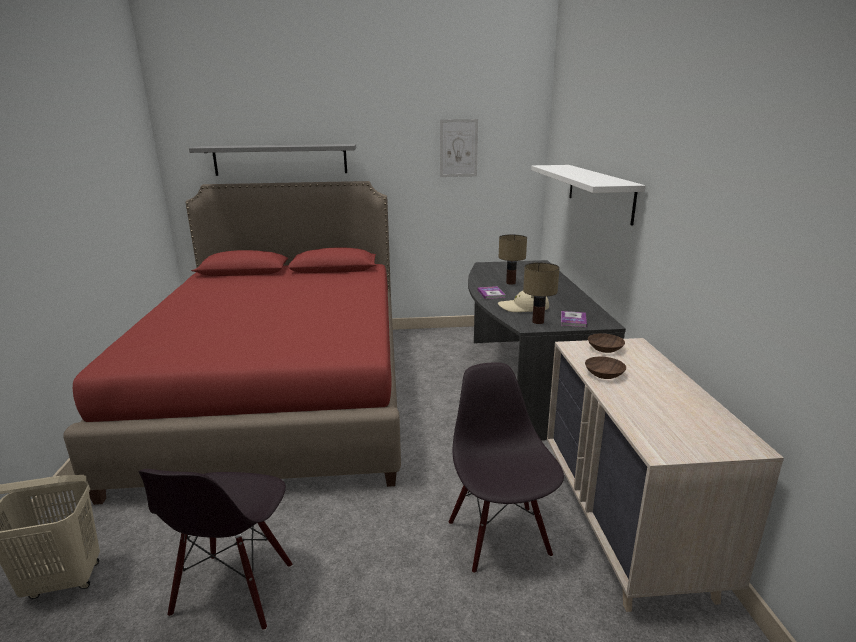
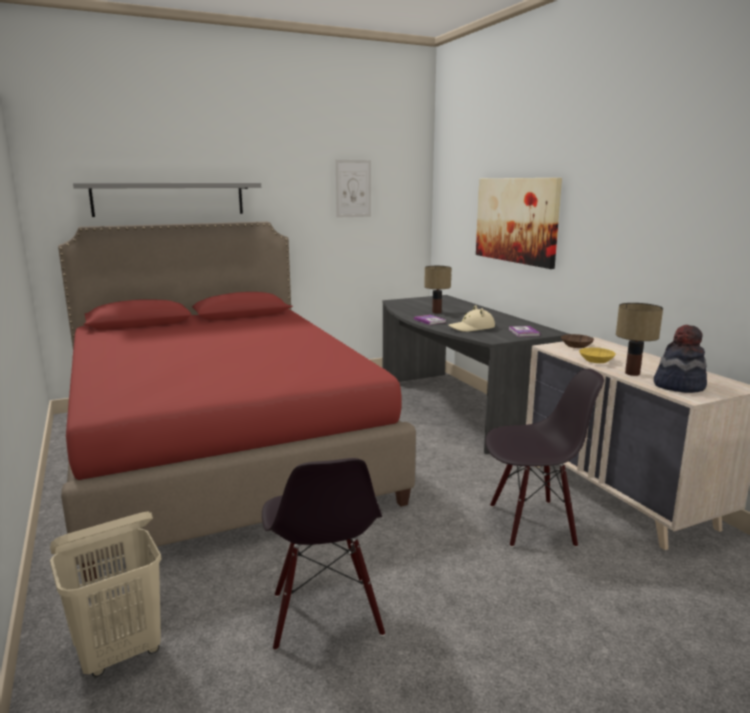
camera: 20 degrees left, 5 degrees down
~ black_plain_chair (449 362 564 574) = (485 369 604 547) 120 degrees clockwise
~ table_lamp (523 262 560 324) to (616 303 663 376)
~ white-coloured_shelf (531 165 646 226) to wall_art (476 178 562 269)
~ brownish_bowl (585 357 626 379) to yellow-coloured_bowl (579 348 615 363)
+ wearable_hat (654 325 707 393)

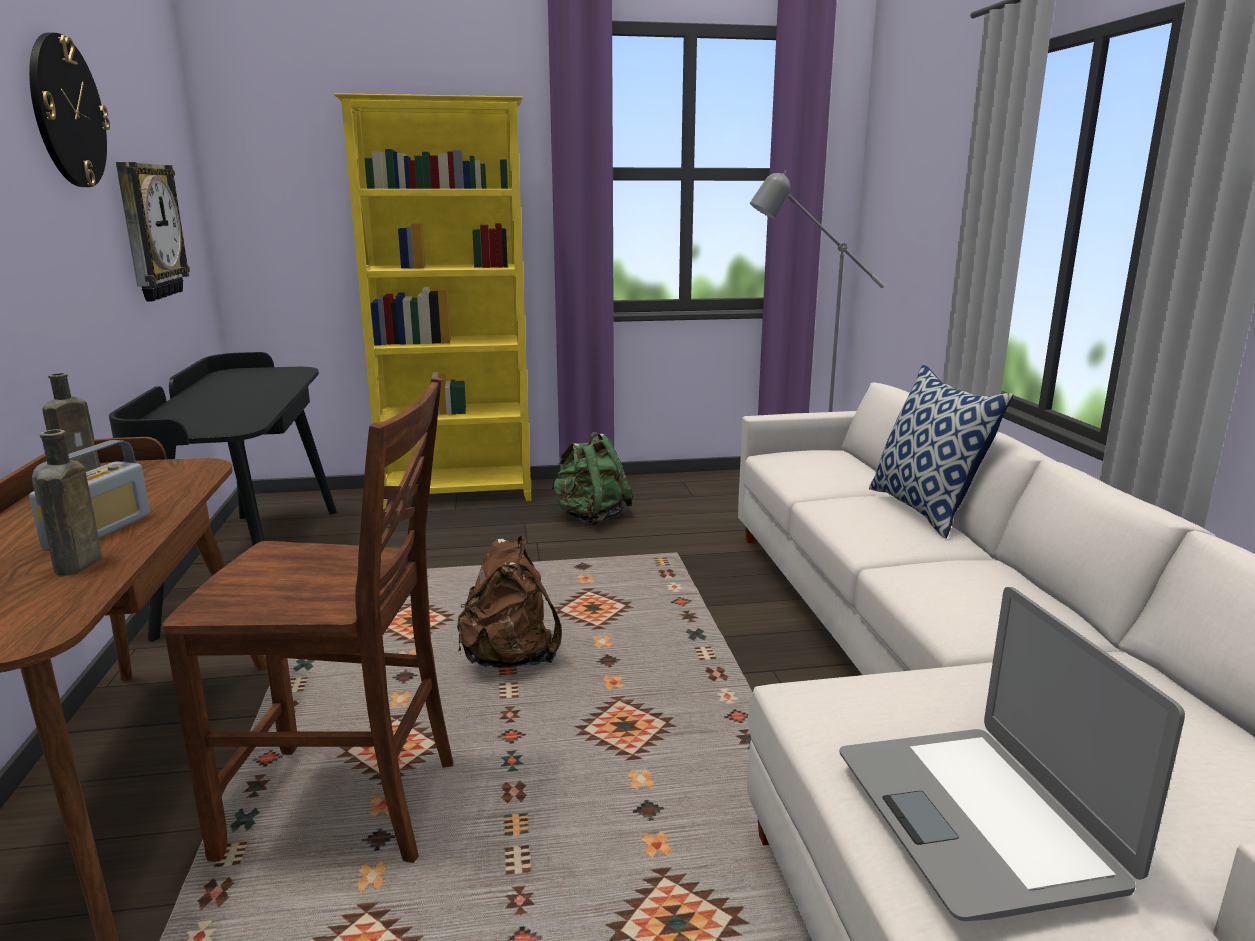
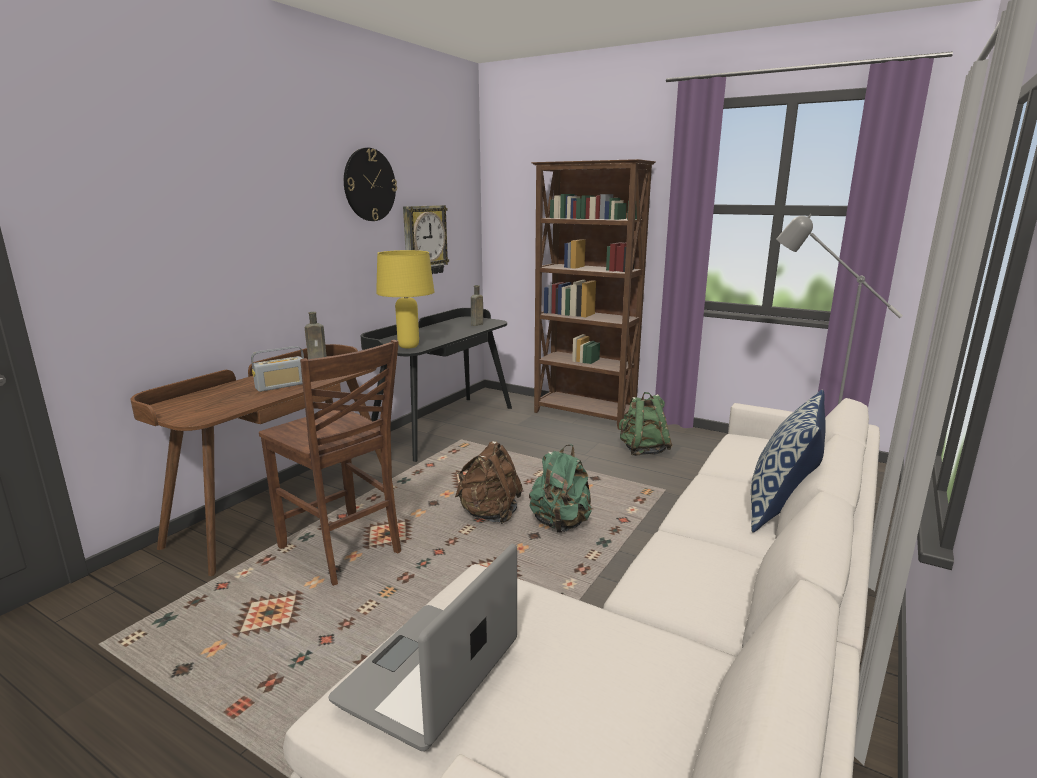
camera: 40 degrees right, 0 degrees up
~ brownish_drink_bottle (35 429 102 575) to (471 285 483 326)
~ yellow-coloured_bookcase (333 93 531 509) to brownish_bookcase (531 159 656 430)
+ yellow-coloured_table_lamp (376 250 434 348)
+ green-coloured_backpack (529 444 592 533)

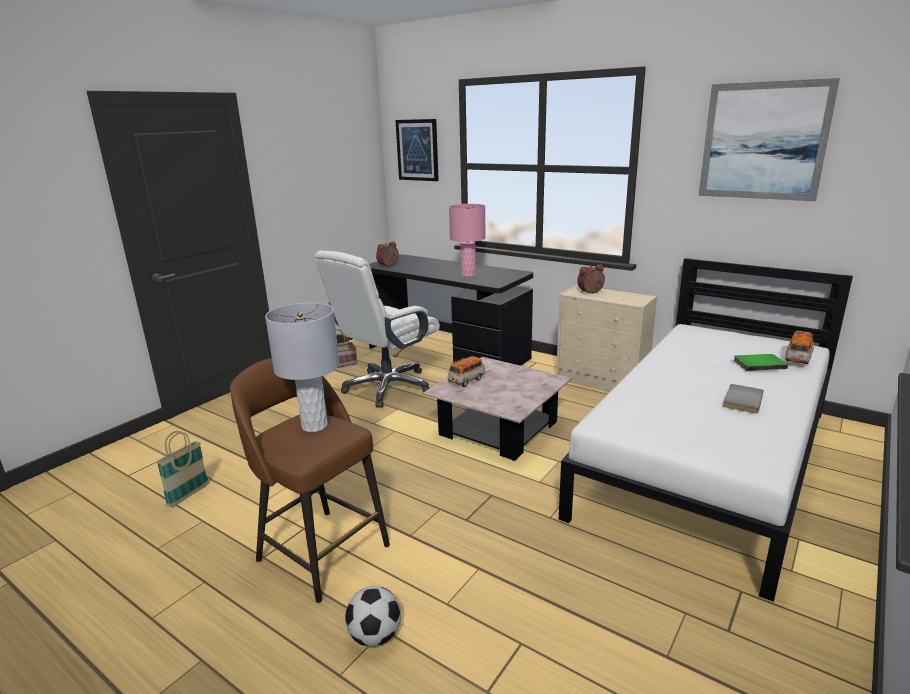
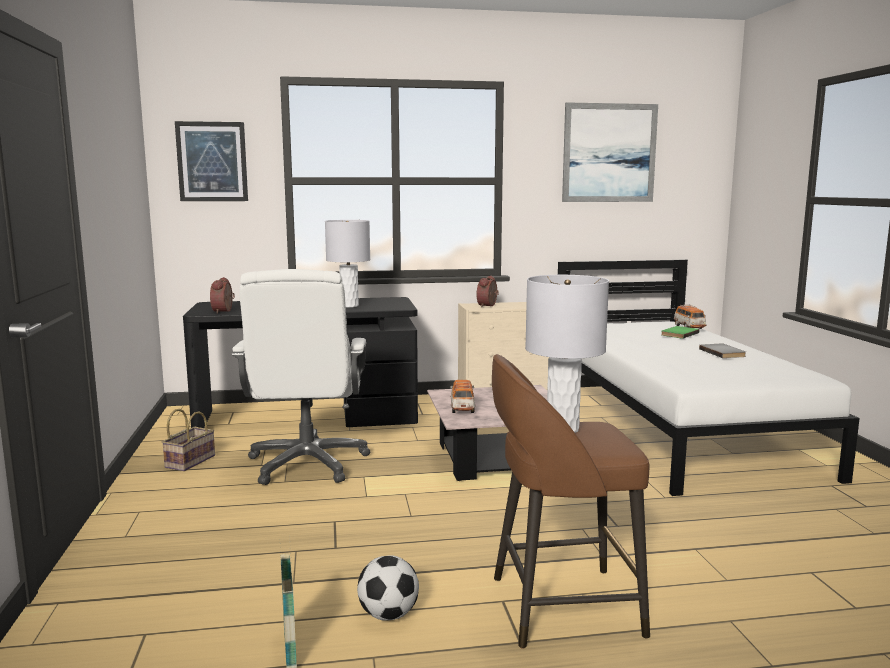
camera: 45 degrees left, 10 degrees down
~ ball_for_football (345 586 401 647) to (357 555 419 621)
~ pink_table_lamp (449 204 486 277) to grey_table_lamp (325 220 370 307)

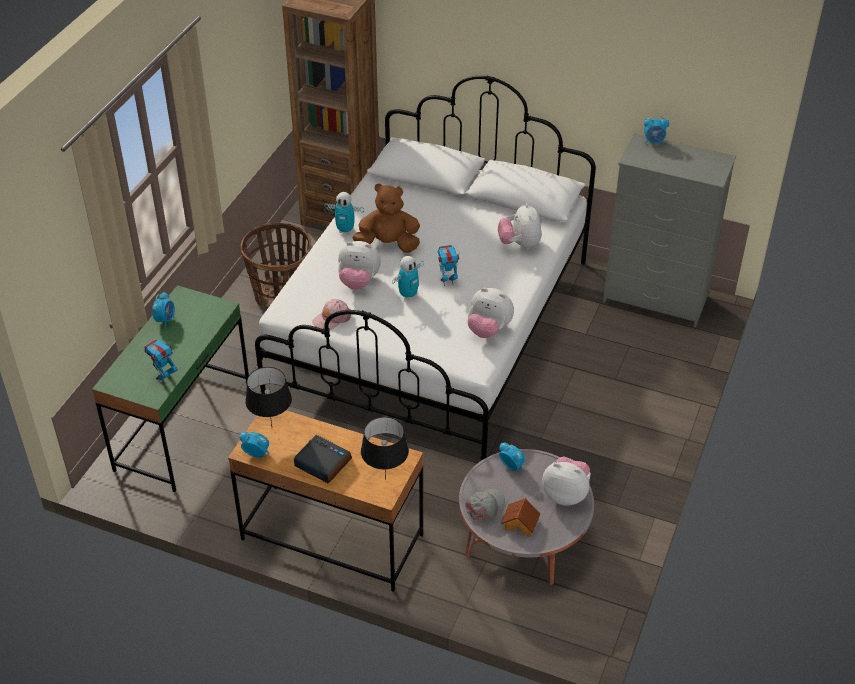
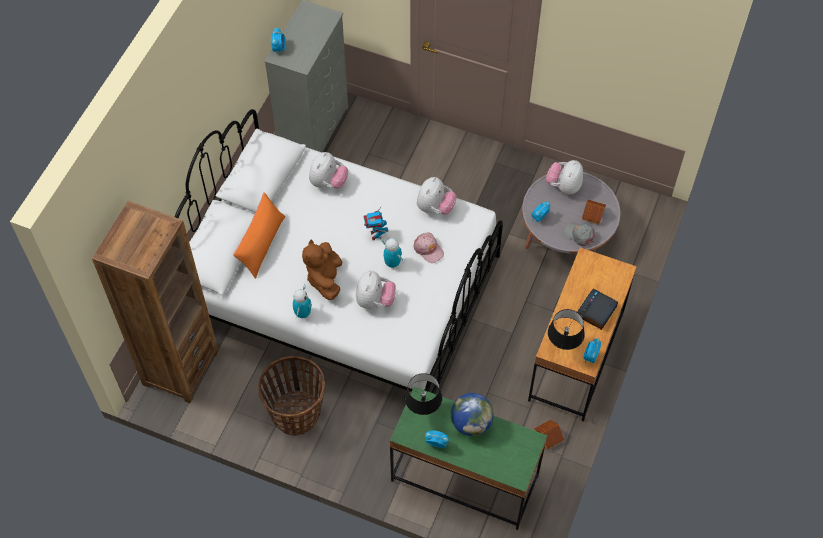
camera: 90 degrees left, 15 degrees up
- robot_figure (145 339 178 383)
~ pink_cap (312 299 351 330) to (413 232 444 263)
~ black_table_lamp (361 417 409 480) to (405 373 442 415)
~ cuddly_toy (498 203 542 249) = (309 152 348 189) 60 degrees counterclockwise
+ orangey_throw_pillow (233 192 285 279)
+ desk_globe (451 393 494 436)
+ toy_house (534 420 564 449)

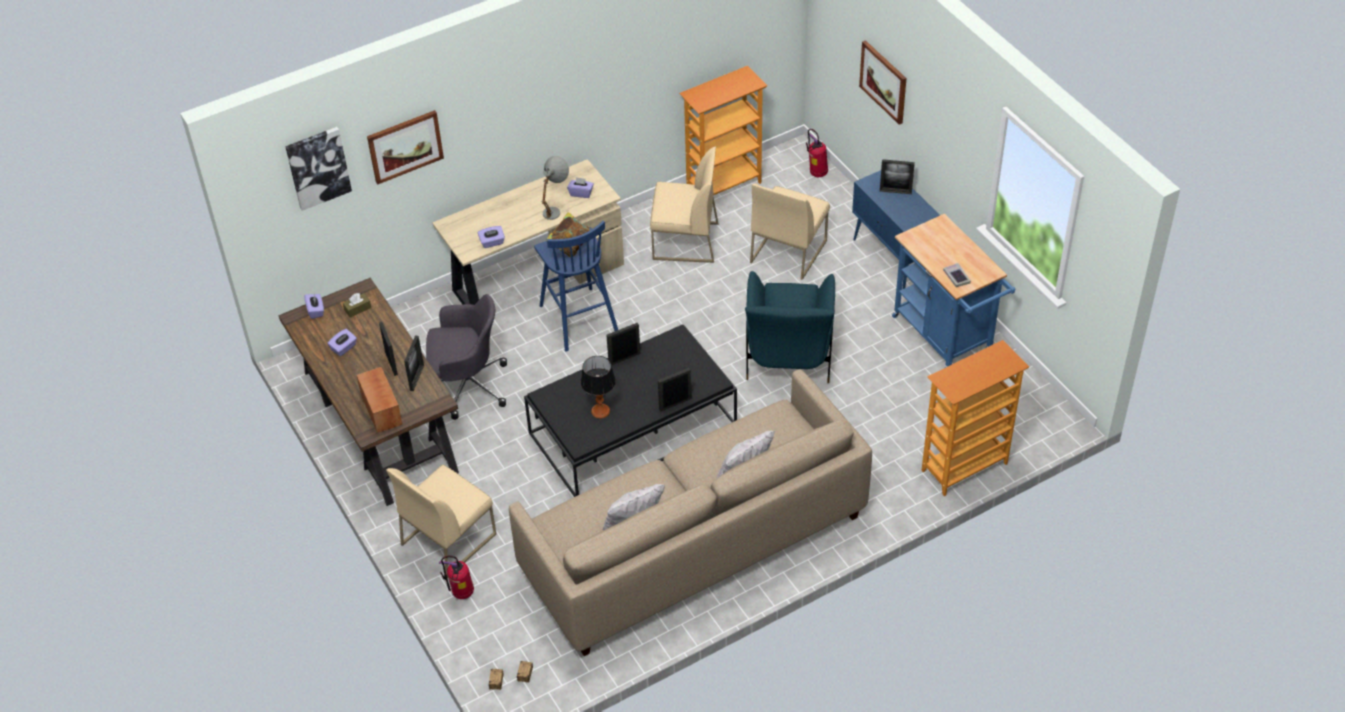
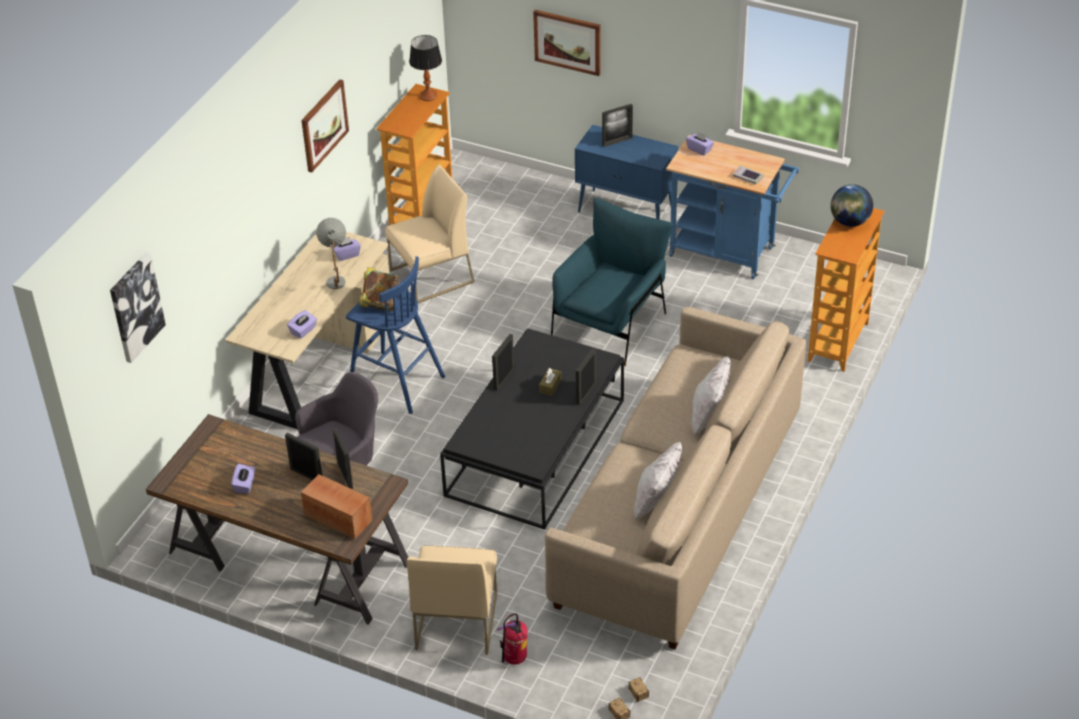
camera: 35 degrees left, 5 degrees down
~ purple-coloured_box_of_tissues (304 294 324 319) to (686 131 714 156)
~ brownish_box_of_tissues (343 293 371 318) to (539 368 562 396)
~ wall_art (367 110 444 184) to (301 79 349 172)
~ table_lamp (581 356 616 419) to (409 35 442 101)
~ blue-coloured_lounge_chair (745 271 835 383) = (551 198 673 366) 120 degrees counterclockwise
- beige_plain_chair (750 184 830 280)
- extinguisher (806 129 828 177)
+ desk_globe (831 184 873 227)

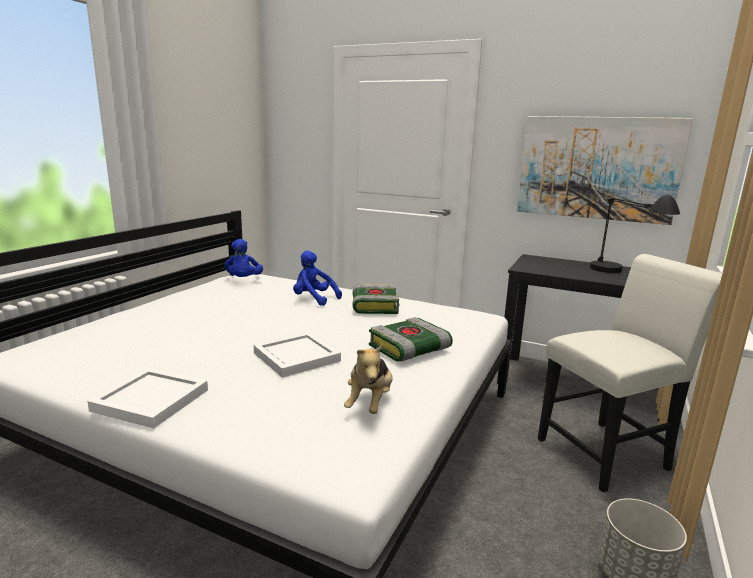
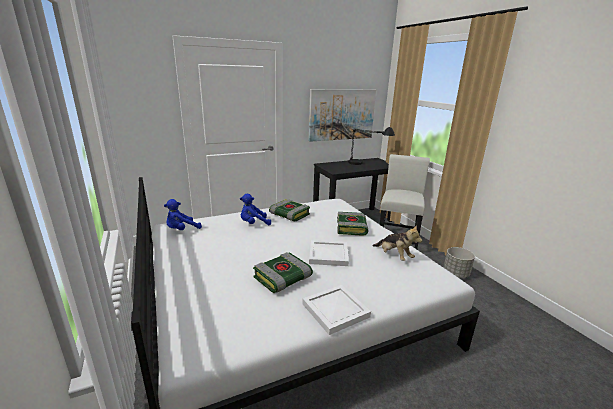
camera: 50 degrees left, 5 degrees up
~ blue-coloured_cuddly_toy (224 239 263 277) = (164 199 202 230) 105 degrees clockwise
+ bound_book (253 252 313 293)

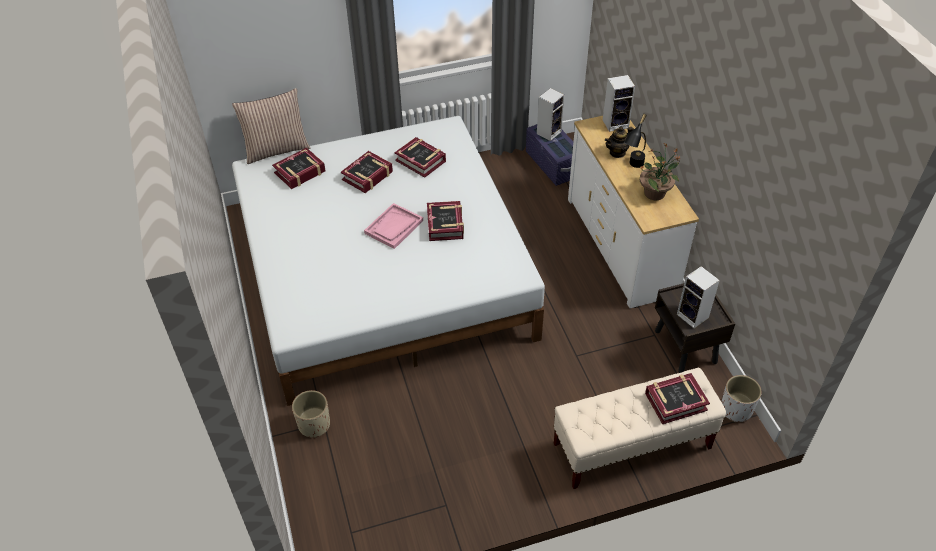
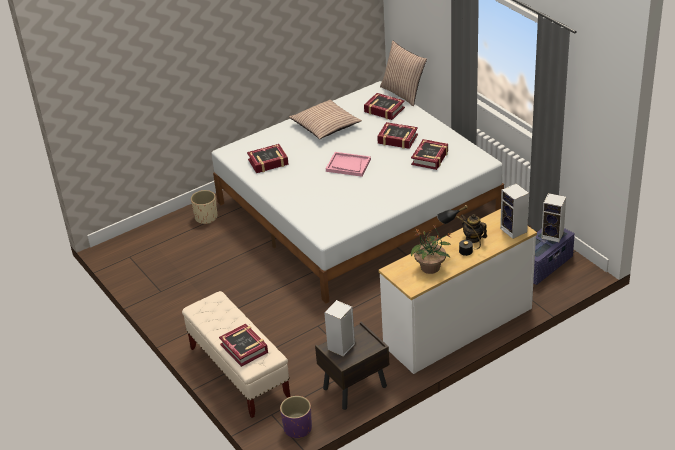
camera: 75 degrees right, 10 degrees down
~ bound_book (427 201 464 241) to (247 144 289 173)
~ white-coloured_plant_pot (721 375 762 422) to purple-coloured_plant_pot (280 396 312 439)
+ throw_pillow (289 100 362 139)

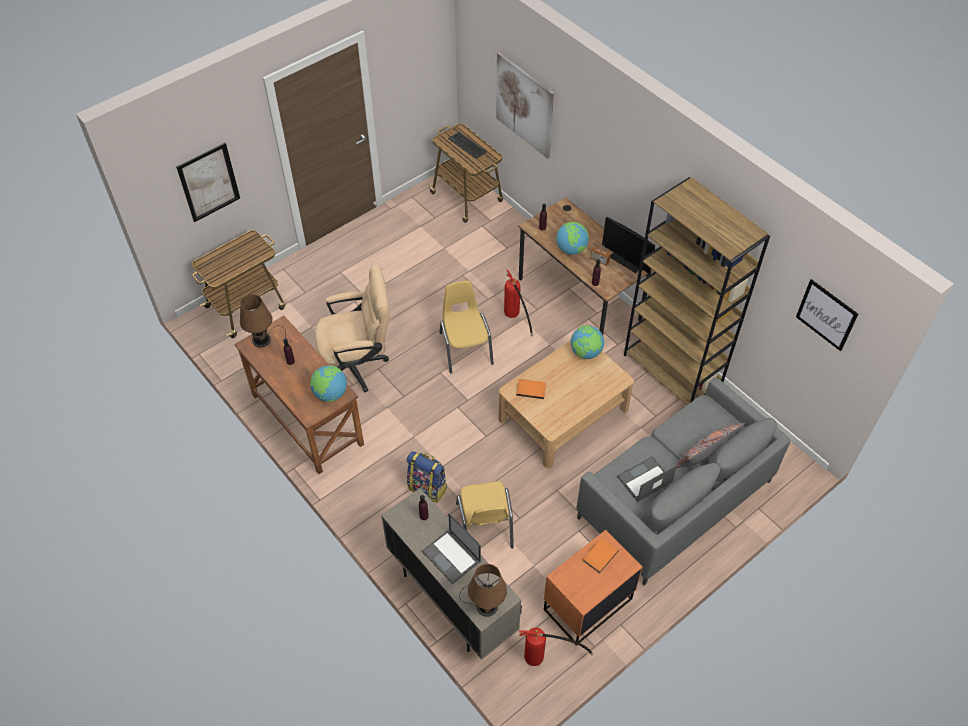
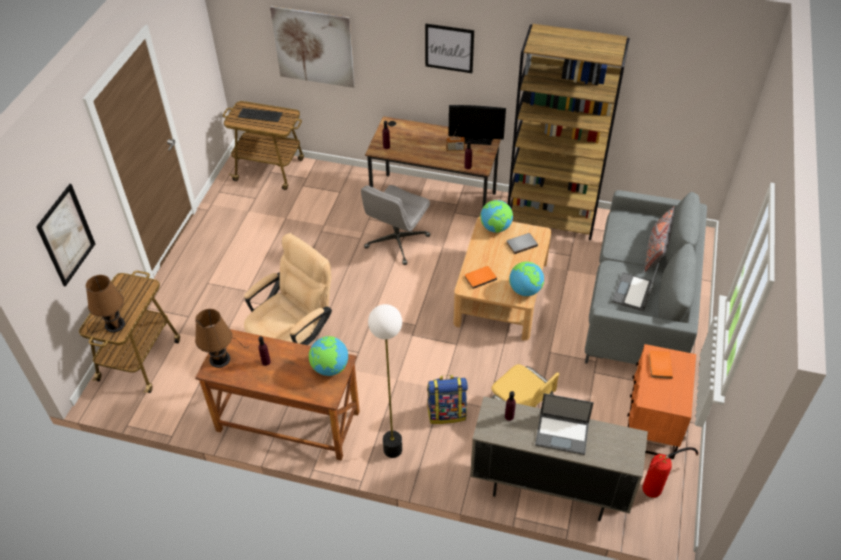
camera: 35 degrees left, 5 degrees down
- yellow-coloured_plain_chair (439 281 494 373)
~ brownish_table_lamp (459 564 507 617) to (86 275 125 332)
~ extinguisher (504 270 533 336) to grey_office_chair (361 185 430 265)
~ desk_globe (556 222 589 255) to (509 262 544 296)
~ wall_art (796 279 858 351) to (425 24 474 73)
+ floor_lamp (368 304 402 458)
+ grey_bound_book (506 233 538 254)

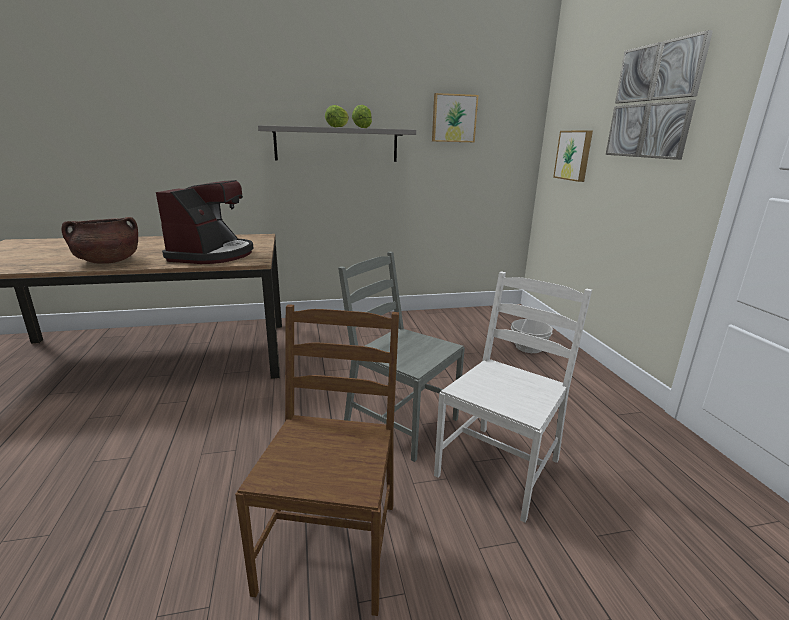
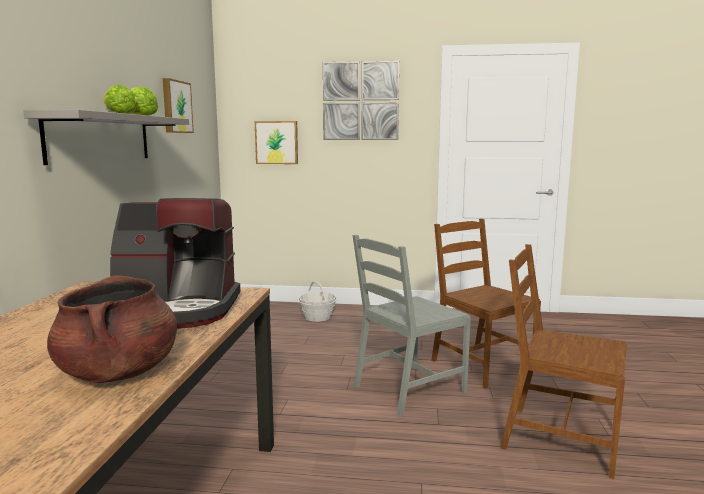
camera: 70 degrees left, 10 degrees down
~ coffee_brewer (156 180 254 264) = (110 198 240 329) 150 degrees clockwise
~ white-coloured_plain_chair (434 271 592 523) to brownish_plain_chair (431 219 541 389)

